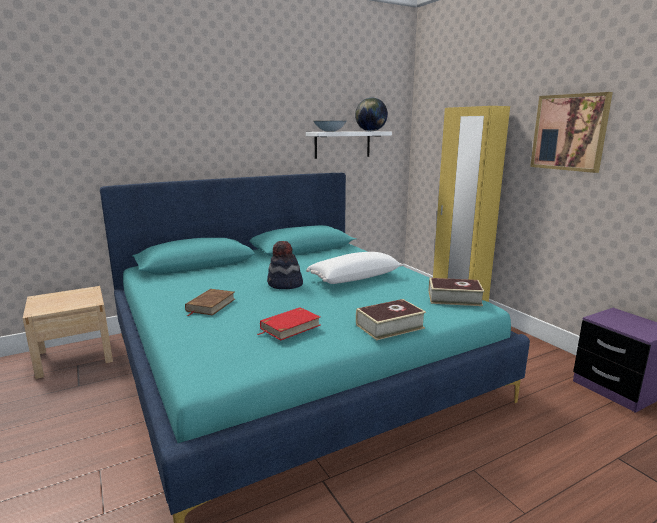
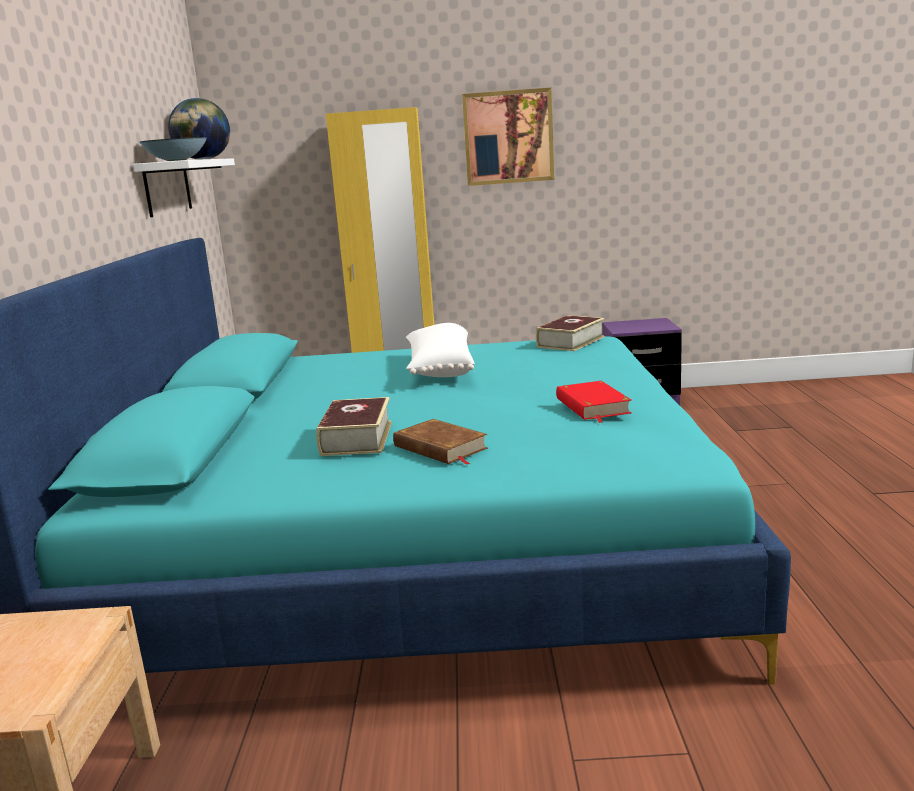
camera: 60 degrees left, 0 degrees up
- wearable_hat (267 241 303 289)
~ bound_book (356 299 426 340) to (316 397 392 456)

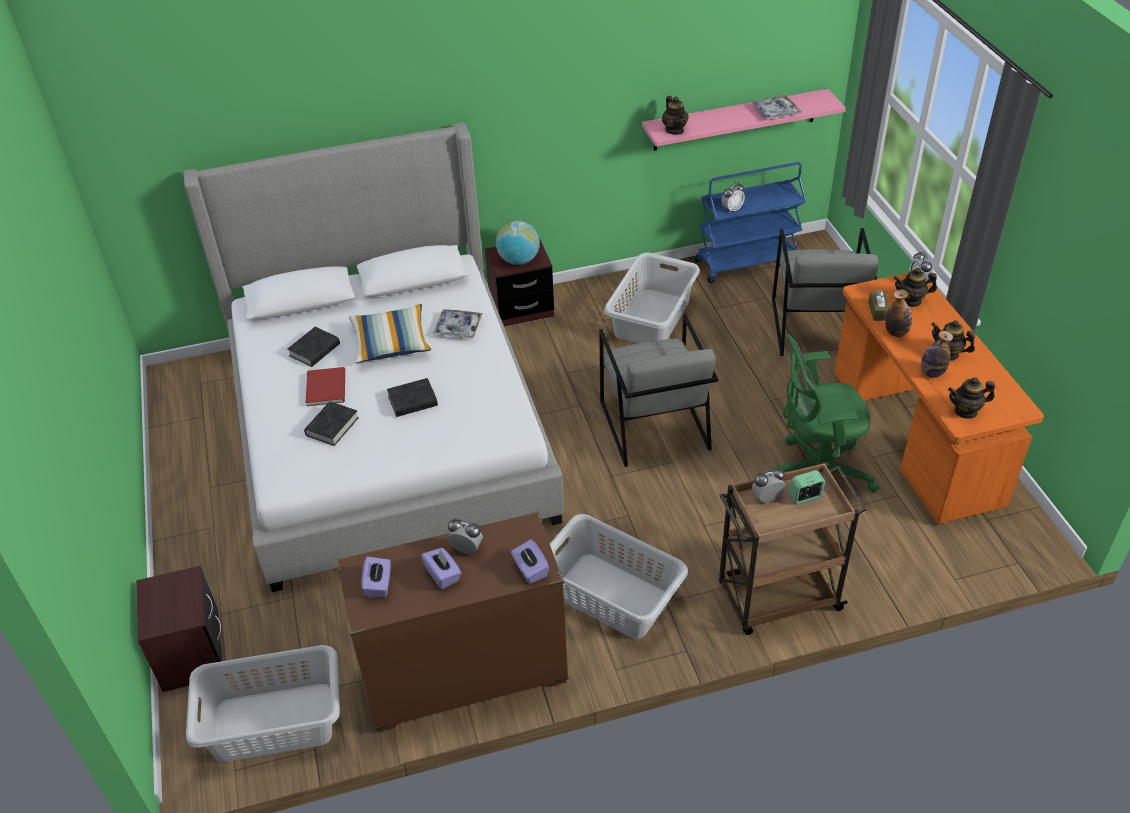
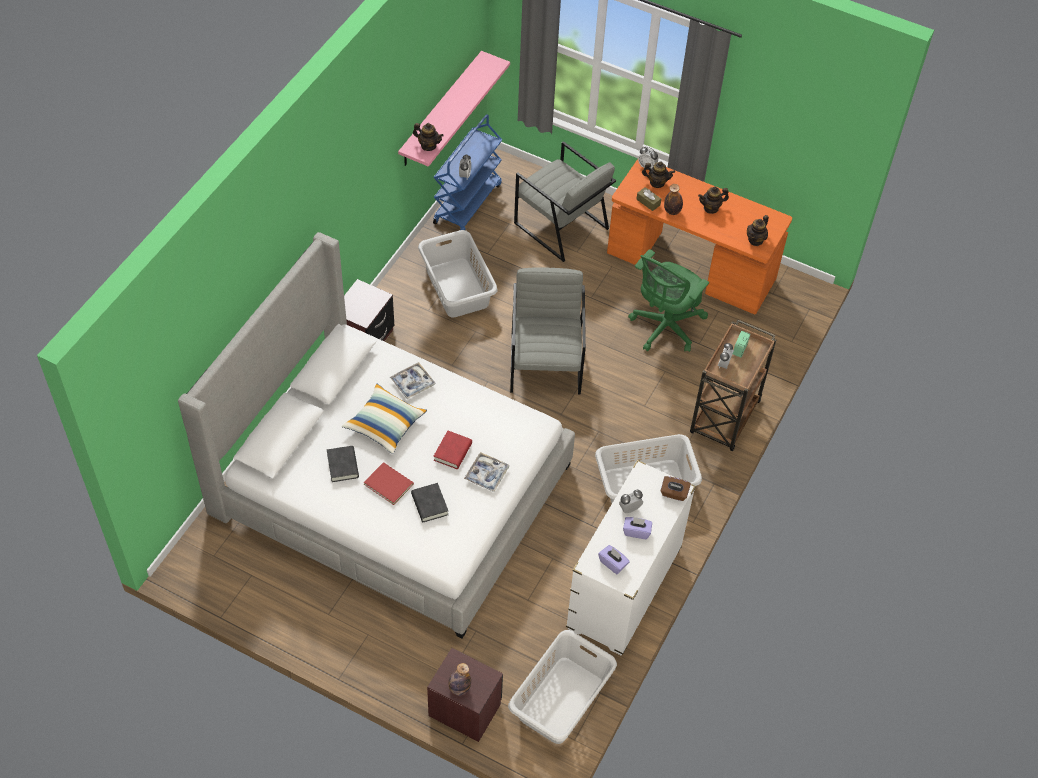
camera: 50 degrees left, 10 degrees up
~ brownish_drawer_chest (336 511 569 732) to white-coloured_drawer_chest (566 460 696 655)
~ black_bound_book (387 378 438 417) to red_bound_book (434 431 472 469)
- desk_globe (496 221 540 265)
~ purple-coloured_box_of_tissues (511 539 549 584) to brownish_box_of_tissues (661 476 691 501)
~ grey_lounge_chair (599 314 718 467) = (510 267 586 395) 120 degrees counterclockwise
~ serving_tray (753 95 802 119) to (464 452 509 492)
~ pot_for_tea (894 268 937 307) = (642 161 675 188) 120 degrees counterclockwise
~ drink_bottle (921 331 953 378) to (448 663 471 695)

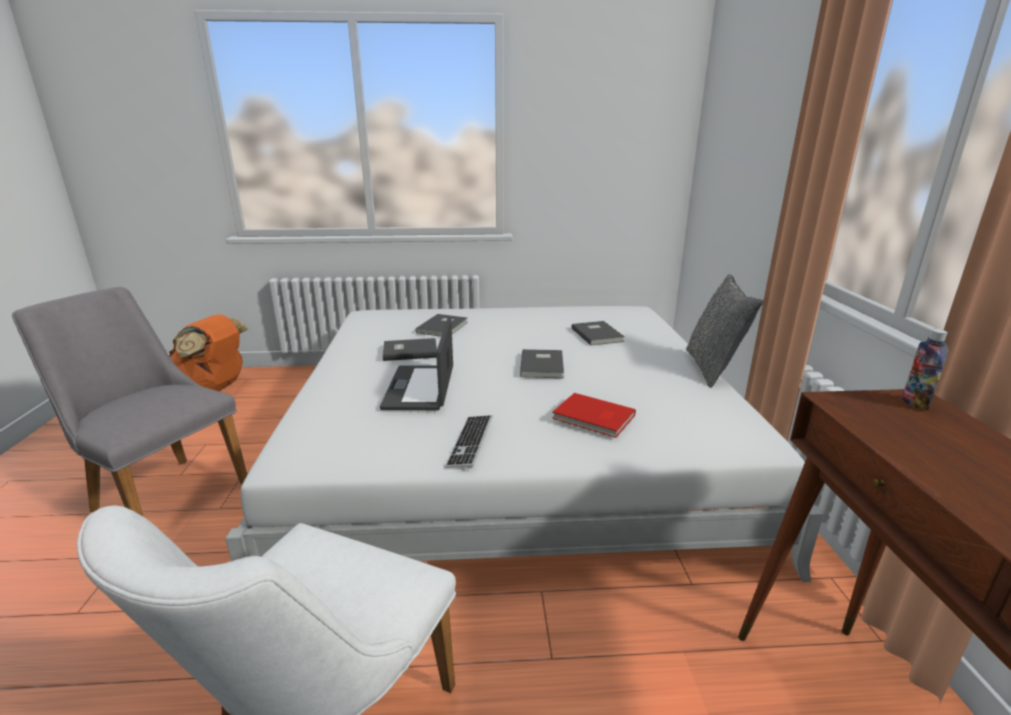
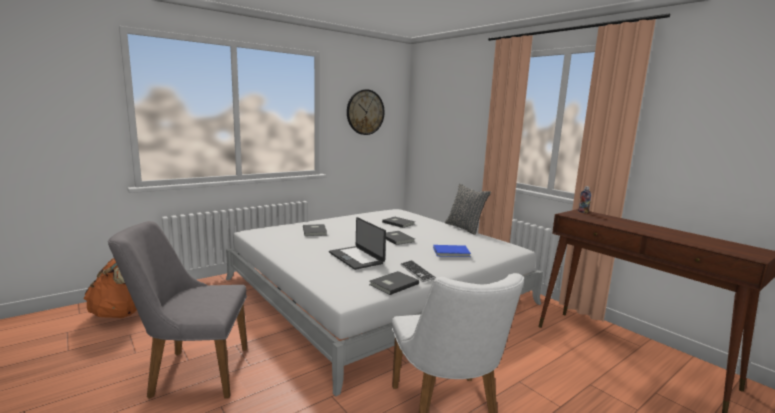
camera: 35 degrees left, 10 degrees down
~ grey_bound_book (383 338 437 361) to (369 271 419 295)
~ red_bound_book (552 393 636 438) to blue-coloured_bound_book (433 245 471 257)
+ clock_on_the_wall (347 89 385 135)

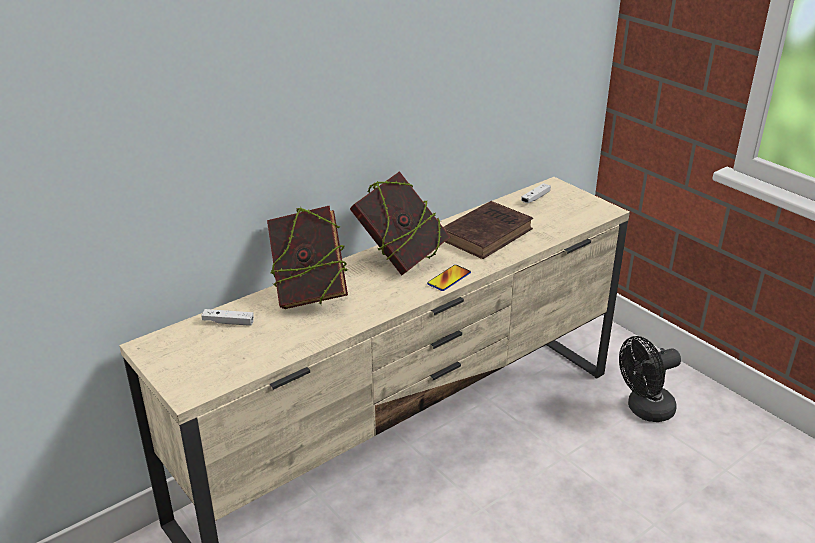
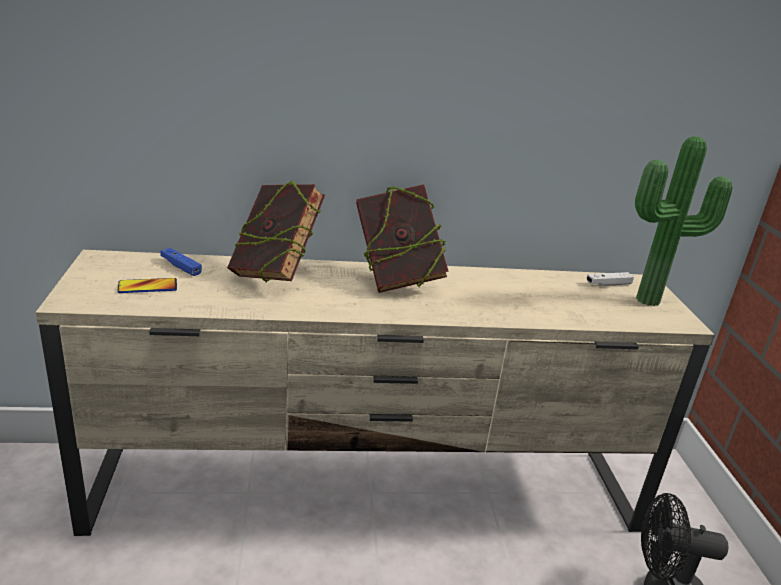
camera: 30 degrees right, 5 degrees down
~ white-coloured_gamepad (201 309 254 326) to blue-coloured_gamepad (160 248 202 276)
~ handset (427 265 471 291) to (117 278 177 293)
- brownish_bound_book (443 201 533 259)
+ potted_plant (635 136 733 306)

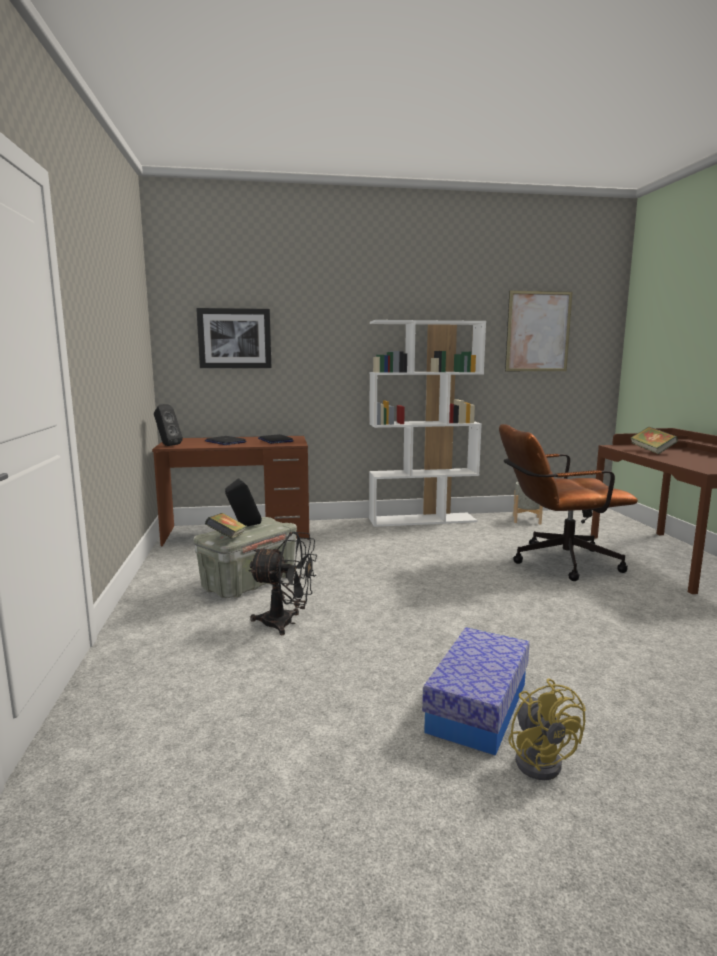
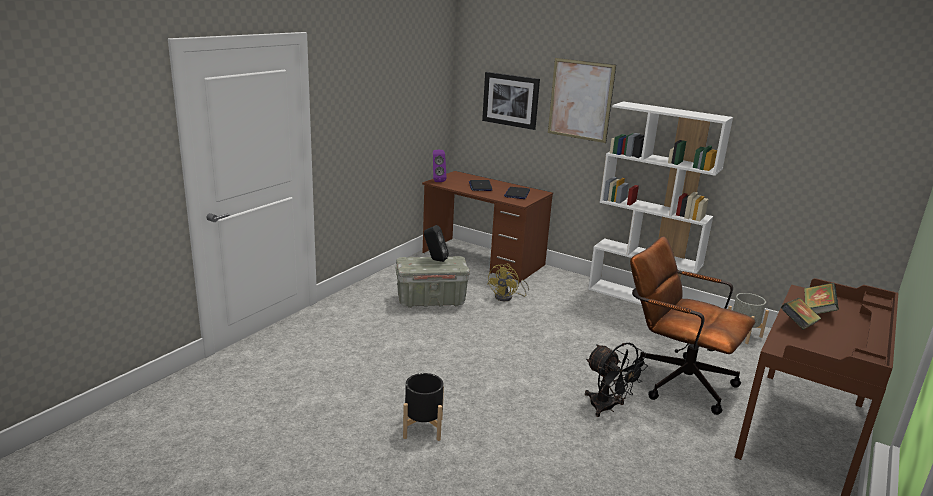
camera: 40 degrees right, 10 degrees up
~ black_speaker (154 404 183 446) to purple-coloured_speaker (433 150 447 182)
~ bound_book (205 513 247 539) to (780 298 821 330)
~ black_electric_fan (248 532 317 635) to (585 343 648 417)
~ storage_container (422 627 530 756) to black_plant_pot (403 373 444 441)
~ wall_art (505 291 573 371) to (548 58 616 143)
~ yellow-coloured_electric_fan (508 679 586 780) to (487 264 529 301)

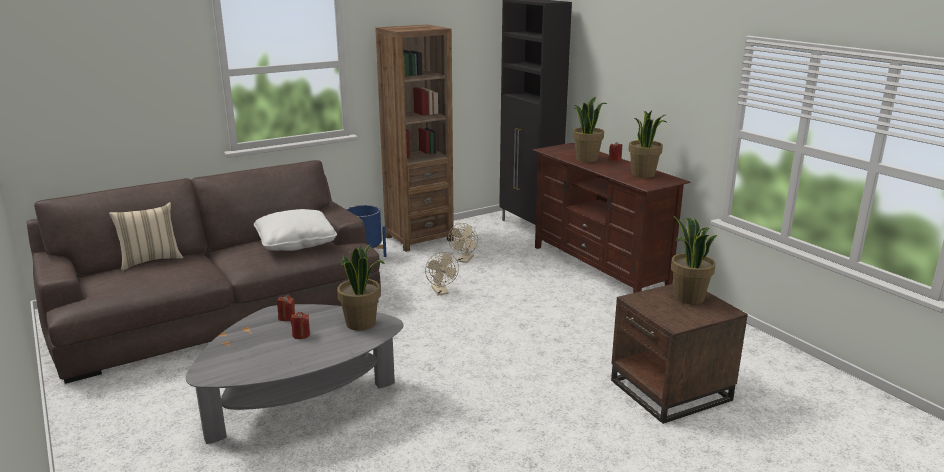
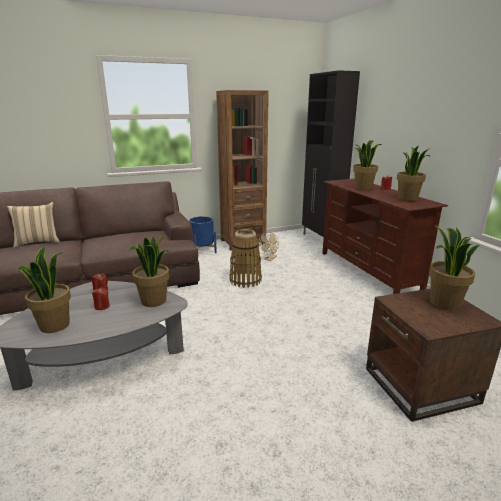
camera: 10 degrees right, 0 degrees up
- white-coloured_throw_pillow (254 209 337 251)
~ beige_electric_fan (425 252 459 296) to household_basket (229 229 262 288)
+ potted_plant (16 246 71 333)

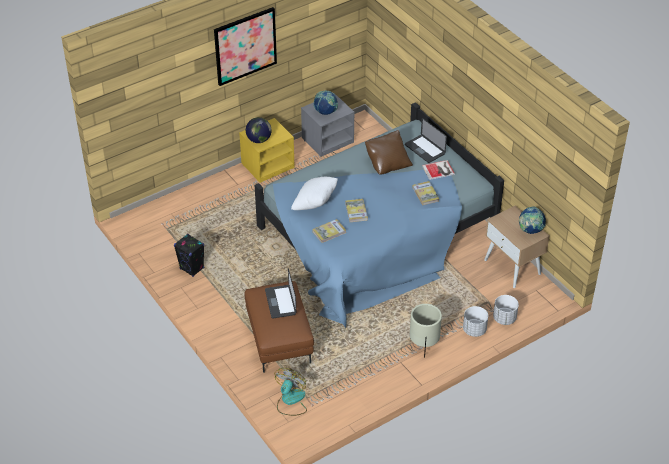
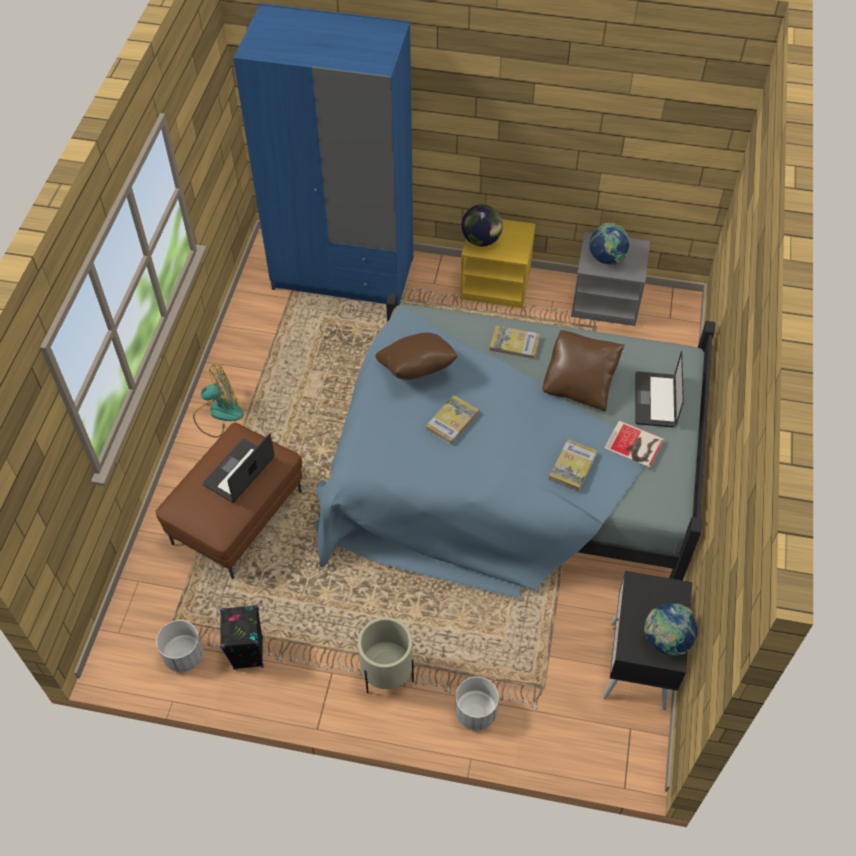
camera: 45 degrees right, 10 degrees up
~ black_speaker (174 234 204 277) to (220 605 264 670)
- wall_art (214 7 277 86)
~ electric_fan (275 368 307 416) to (193 365 244 438)
~ white-coloured_throw_pillow (291 177 338 210) to brownish_throw_pillow (375 332 457 380)
~ bound_book (313 219 346 243) to (490 325 540 360)
~ beige_bedside_table (484 206 550 288) to black_bedside_table (602 571 692 710)
~ white-coloured_plant_pot (493 295 519 325) to (156 620 204 672)
+ blue-coloured_clothes_cupboard (233 3 413 305)

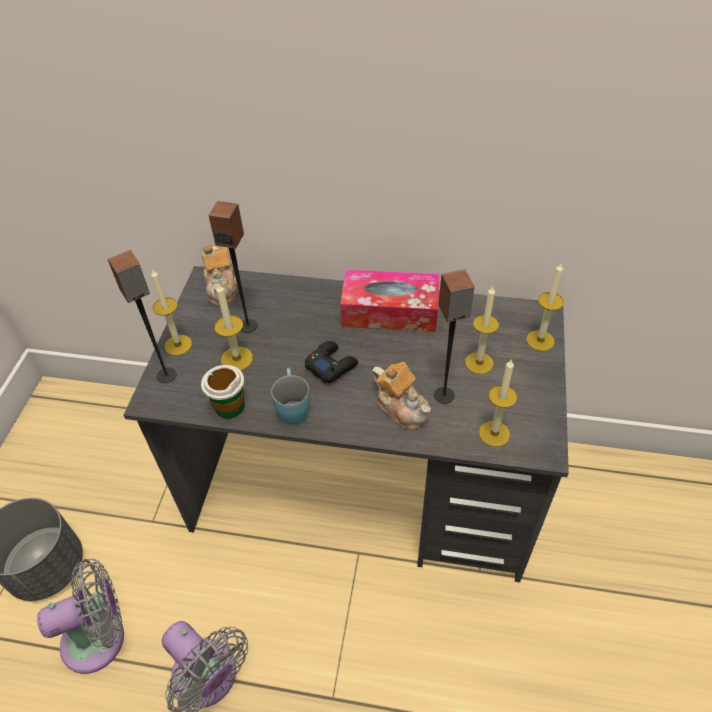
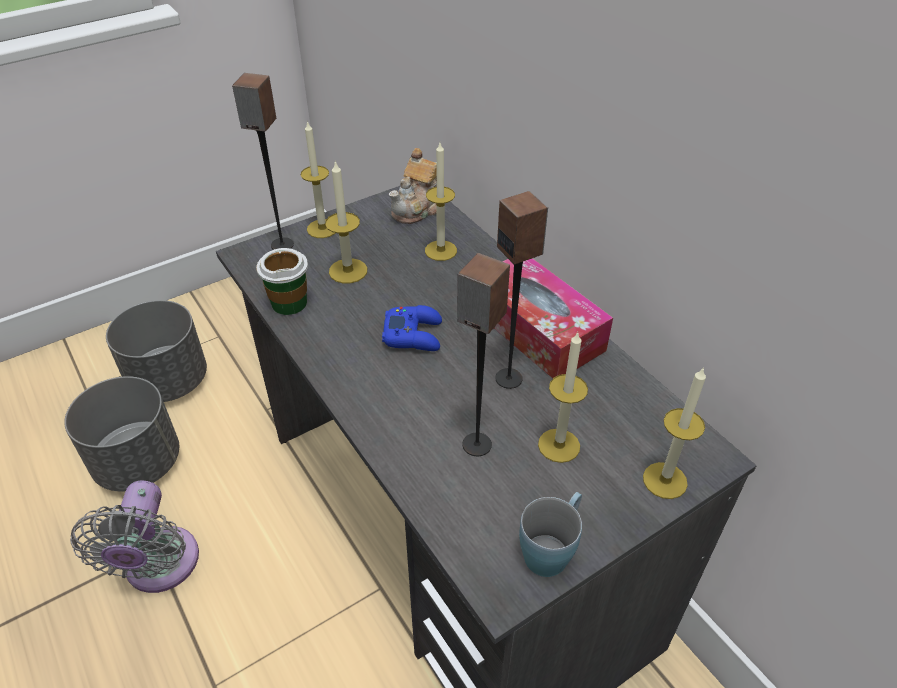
camera: 45 degrees right, 5 degrees down
~ grey_electric_fan (37 559 124 674) to grey_plant_pot (64 376 179 492)
~ speaker (208 201 258 333) to (495 191 548 389)
~ blue-coloured_tea_mug (271 368 310 425) to (519 492 582 577)
~ black_gamepad (305 341 358 383) to blue-coloured_gamepad (382 305 442 351)
- pot_for_tea (372 362 431 430)
~ wax_candle (479 359 517 447) to (425 143 457 261)

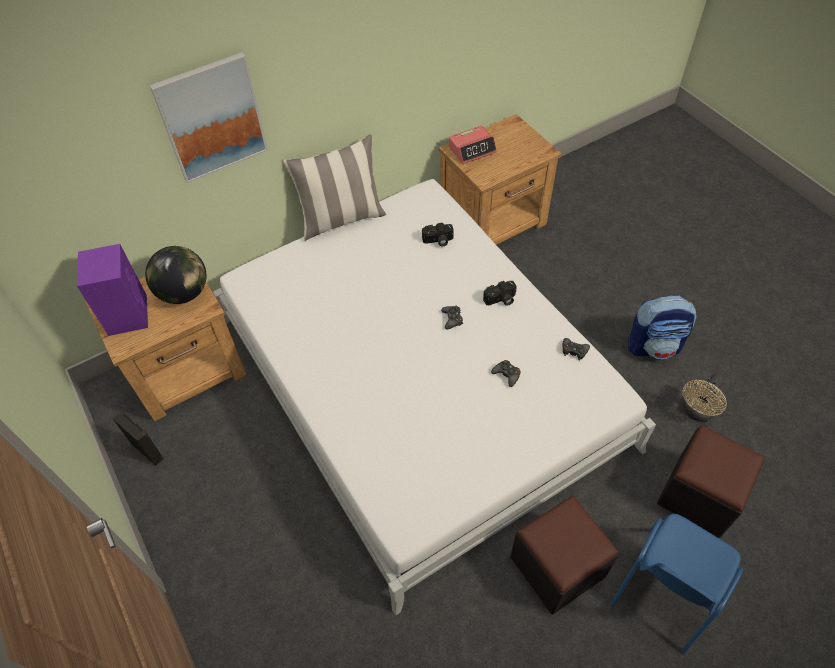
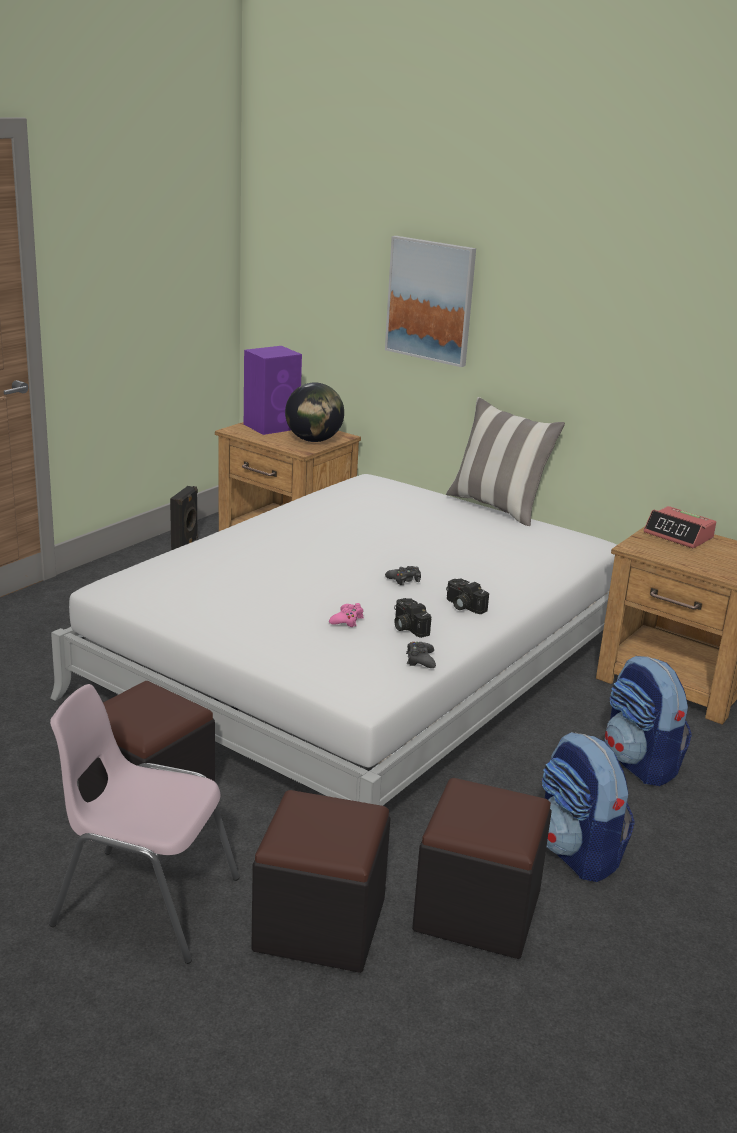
camera: 65 degrees right, 30 degrees down
~ still_camera (422 223 454 246) to (394 598 431 638)
~ black_gamepad (491 360 521 387) to pink_gamepad (329 603 364 627)
~ blue-coloured_plain_chair (611 514 743 654) to pink_plain_chair (49 684 239 964)
~ beige_electric_fan (683 374 727 422) to black_footrest (412 778 552 959)
+ backpack (605 656 692 786)

